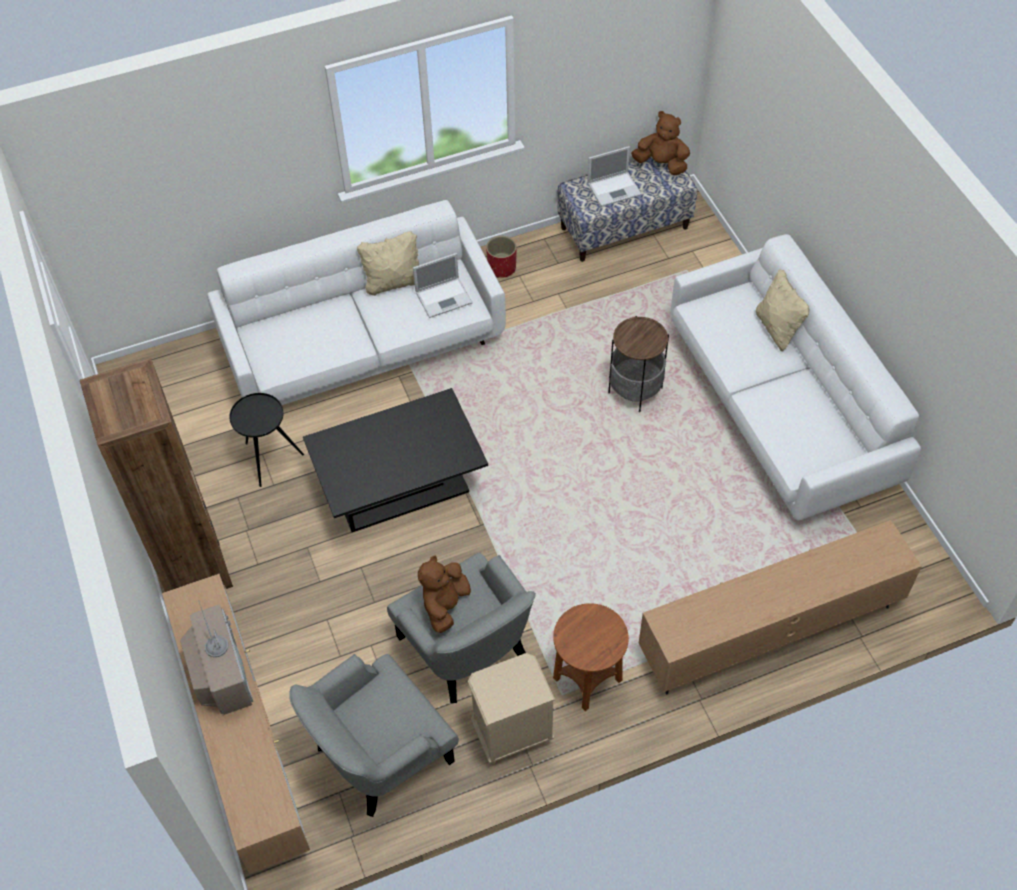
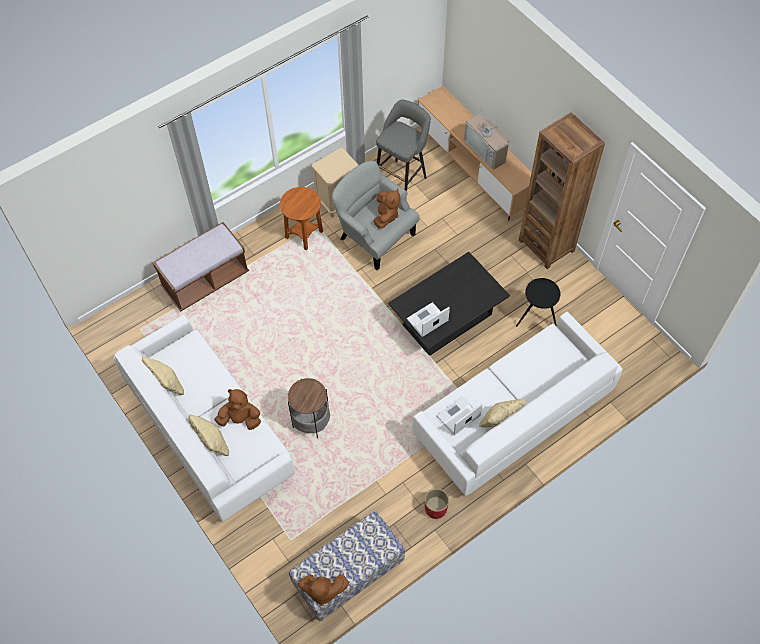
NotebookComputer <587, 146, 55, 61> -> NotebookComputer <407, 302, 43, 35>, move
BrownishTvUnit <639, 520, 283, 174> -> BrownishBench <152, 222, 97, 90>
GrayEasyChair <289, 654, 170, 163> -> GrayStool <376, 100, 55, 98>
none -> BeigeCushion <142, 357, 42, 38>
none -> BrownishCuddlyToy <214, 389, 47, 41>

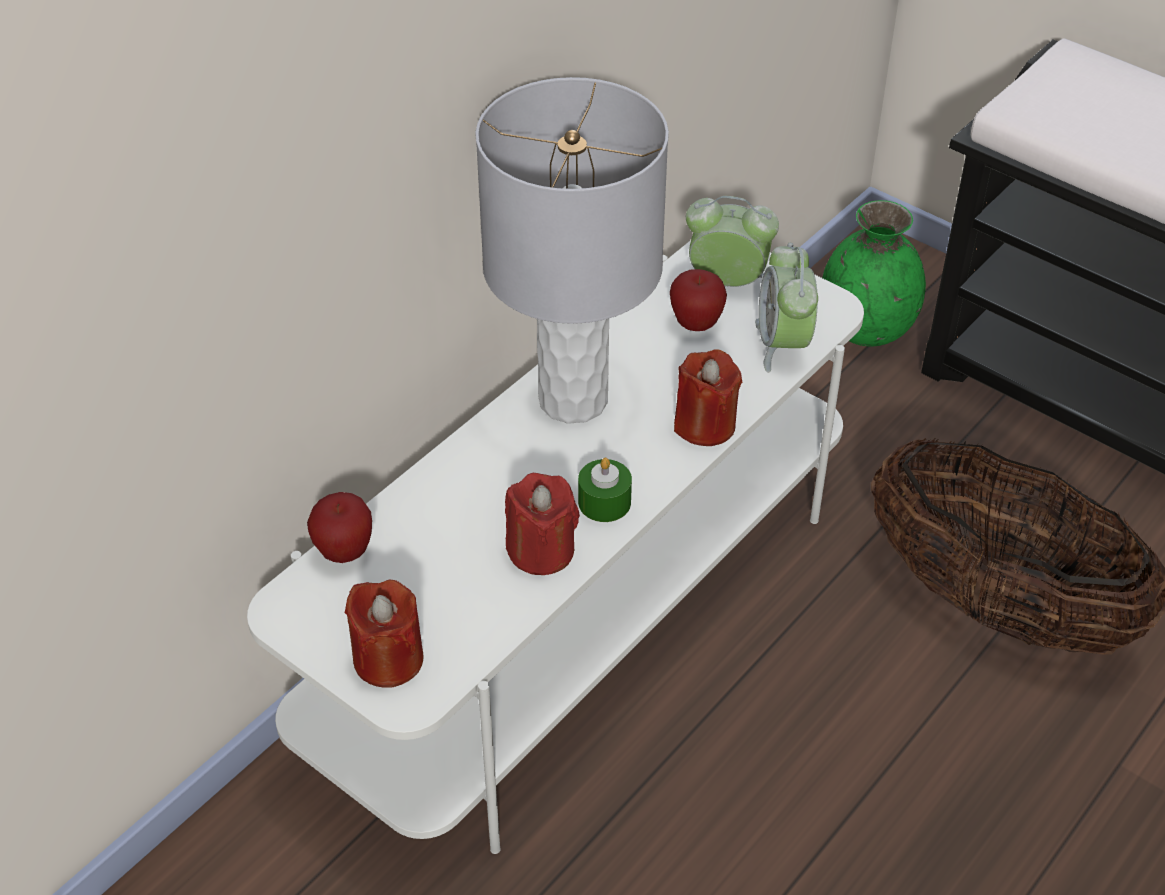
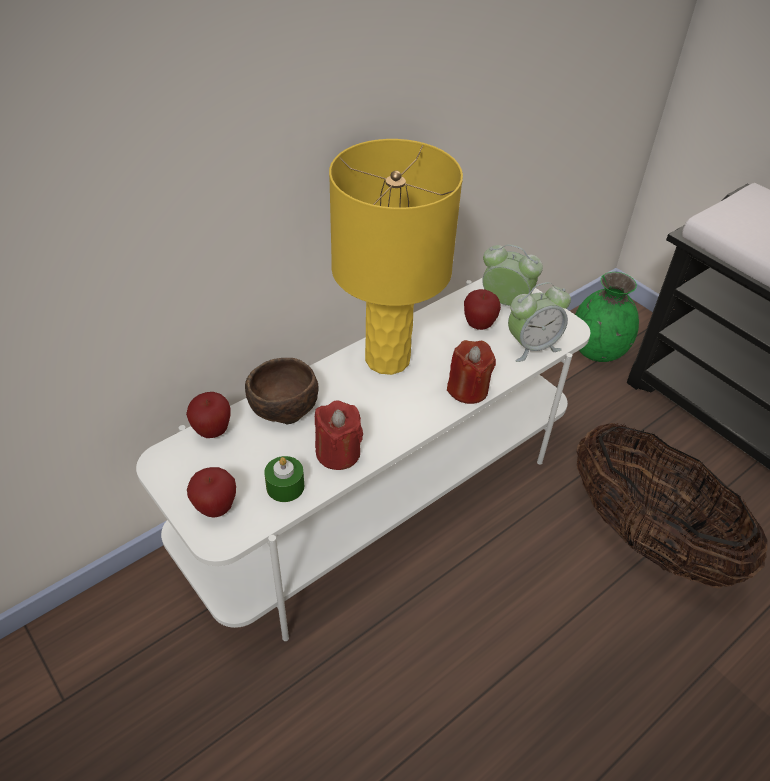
GrayTableLamp <475, 77, 194, 347> -> YellowColouredTableLamp <329, 139, 134, 236>
BedsideClock <755, 243, 63, 129> -> BedsideClock <508, 282, 63, 80>, 120 degrees counterclockwise
GreenishWaxCandle <578, 458, 54, 64> -> GreenishWaxCandle <264, 456, 40, 46>, move
RedColouredWaxCandle <345, 580, 79, 108> -> WholeApple <187, 467, 49, 51>
none -> BrownishBowl <245, 358, 73, 66>

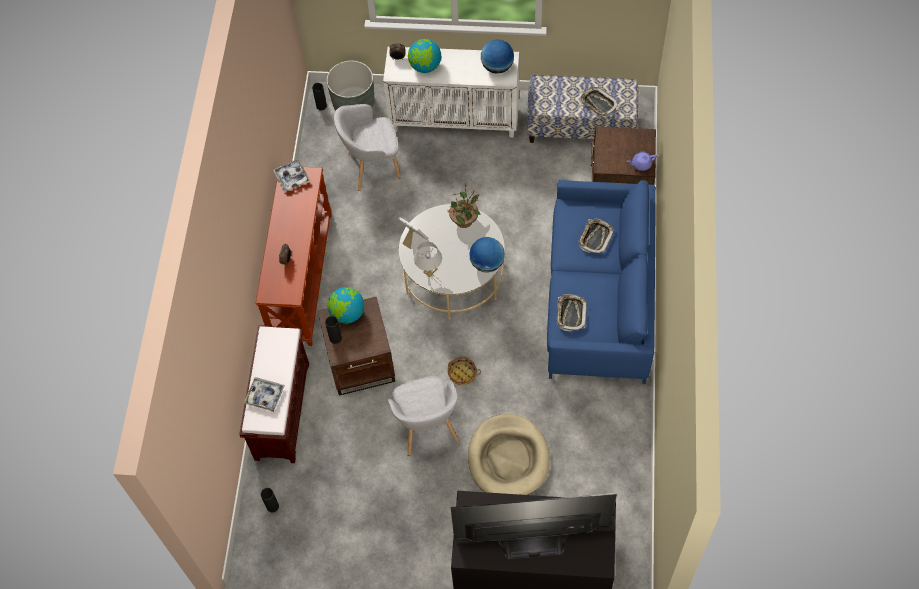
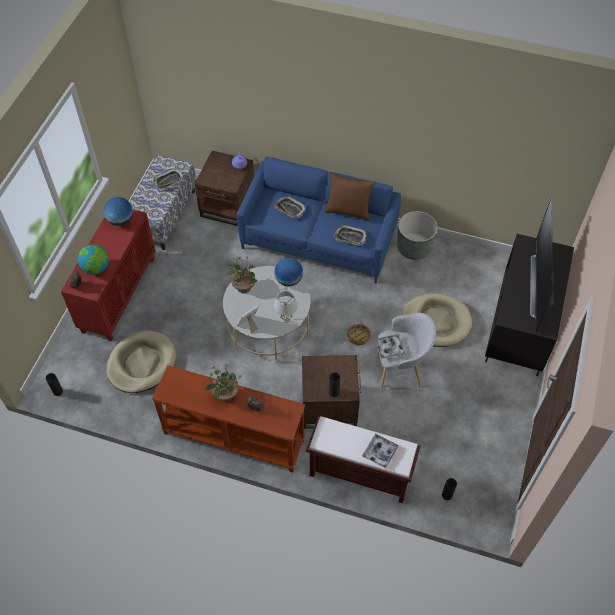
WhitishCabinet <383, 46, 136, 91> -> RedColouredCabinet <61, 209, 95, 132>
GrayFlowerPot <326, 61, 48, 50> -> GrayFlowerPot <397, 211, 41, 49>, move
GrayEasyChair <334, 104, 66, 87> -> BeigePetBed <107, 330, 69, 63>
CarryingTray <273, 159, 37, 33> -> CarryingTray <374, 334, 32, 26>, move
WorldGlobe <328, 287, 36, 37> -> none
none -> BrownishCushion <325, 172, 50, 49>
none -> Houseplant <204, 364, 37, 38>

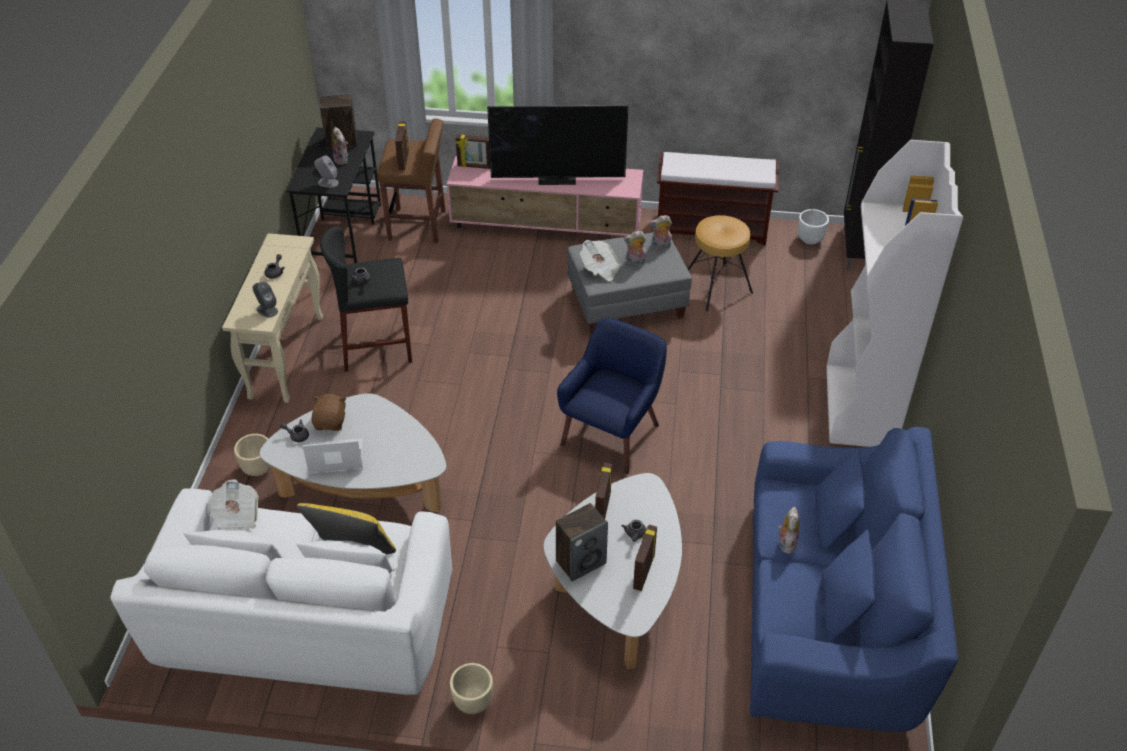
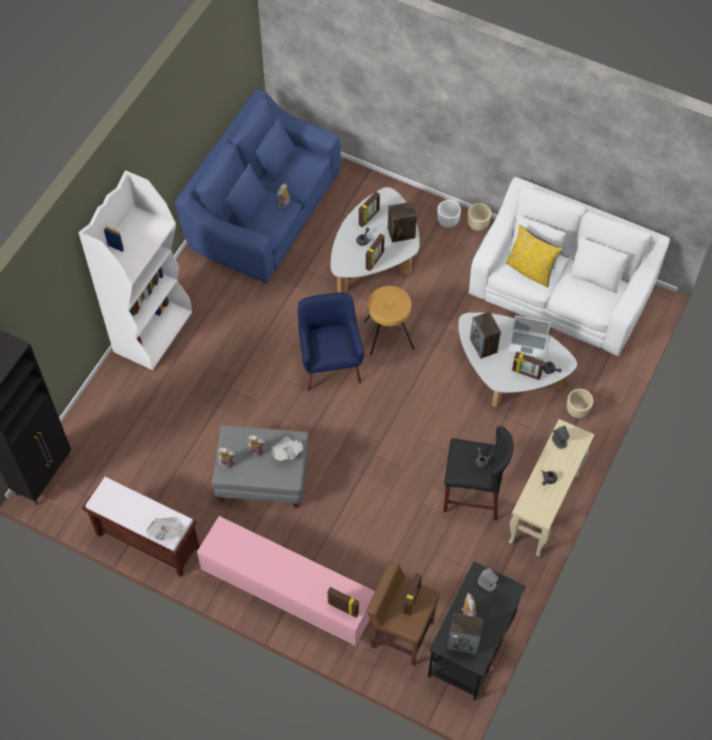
TvSet <487, 105, 141, 80> -> none
WhitishFlowerPot <798, 209, 31, 36> -> WhitishFlowerPot <437, 200, 24, 28>, move
BrownishStool <688, 215, 65, 96> -> BrownishStool <364, 286, 50, 69>, move
BluishEasyChair <557, 318, 110, 156> -> BluishEasyChair <298, 292, 66, 99>, 120 degrees clockwise
BrownishCuddlyToy <311, 394, 35, 37> -> StandingFrame <512, 352, 32, 28>
PrintedPaper <208, 479, 51, 53> -> PrintedPaper <146, 517, 36, 24>, move
none -> AudioSpeaker <470, 312, 31, 47>

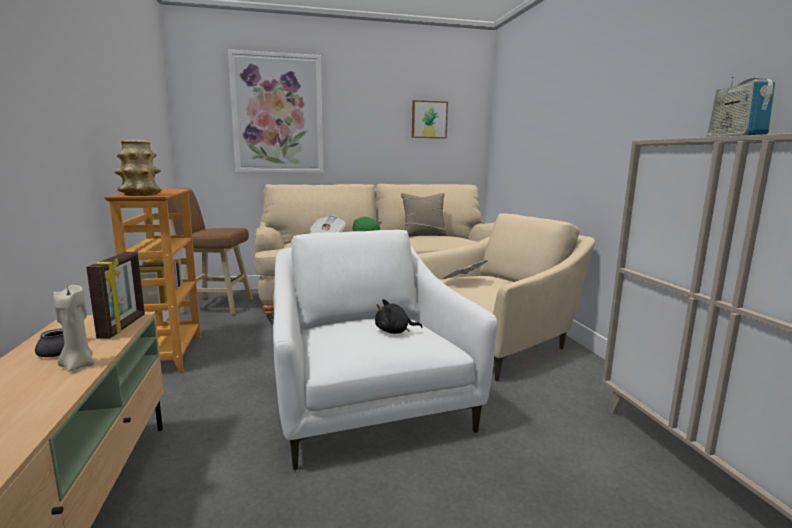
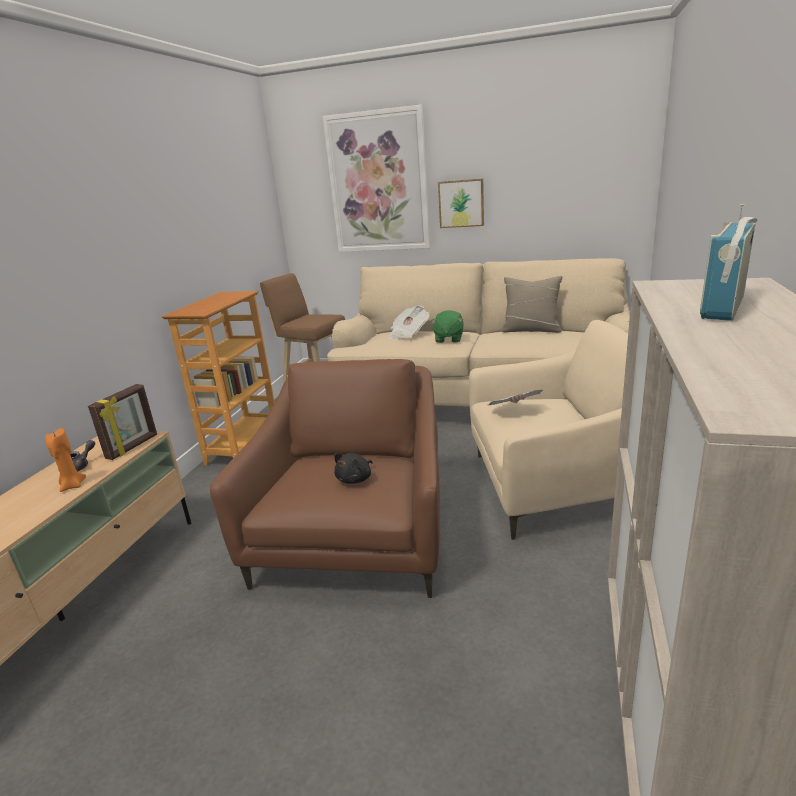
WallArt <412, 100, 36, 39> -> WallArt <438, 179, 46, 49>, move
FlowerVase <115, 140, 47, 56> -> none
WhitishEasyChair <273, 230, 224, 240> -> BrownishEasyChair <210, 359, 230, 239>
BeigeWaxCandle <53, 285, 42, 87> -> OrangeColouredWaxCandle <45, 428, 41, 64>
BlackCuddlyToy <375, 299, 48, 35> -> BlackCuddlyToy <334, 453, 39, 31>, 75 degrees counterclockwise

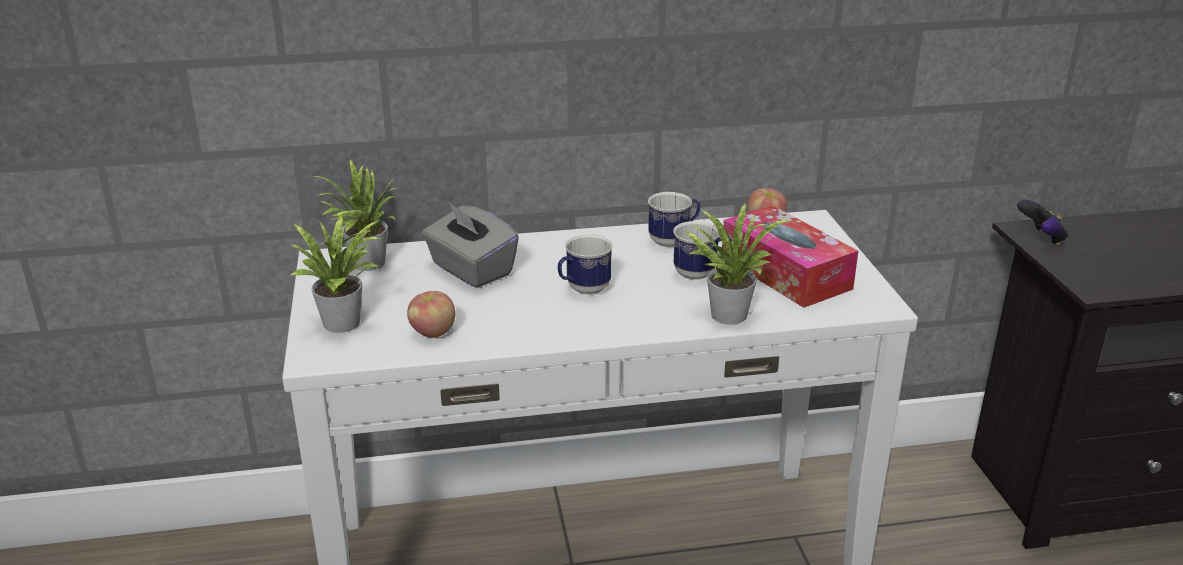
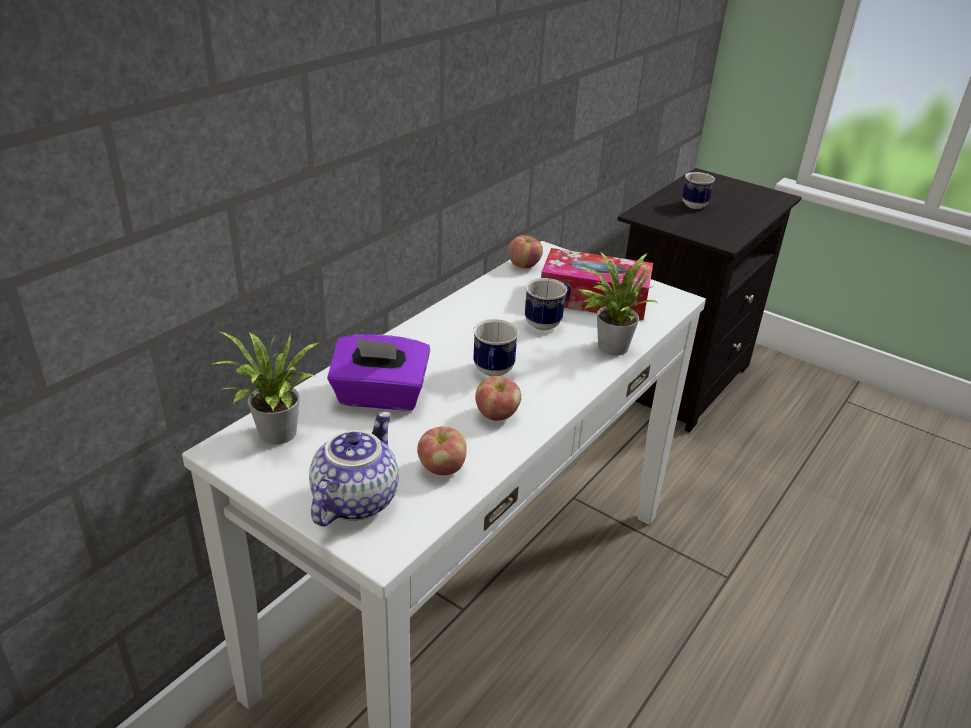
Mug <648, 192, 53, 55> -> Mug <682, 172, 33, 37>, move
Gamepad <1017, 199, 51, 46> -> none
GrayBoxOfTissues <422, 203, 97, 85> -> PurplishBoxOfTissues <327, 334, 103, 76>
Houseplant <289, 214, 92, 119> -> Teapot <309, 411, 89, 115>
none -> WholeApple <475, 376, 46, 45>

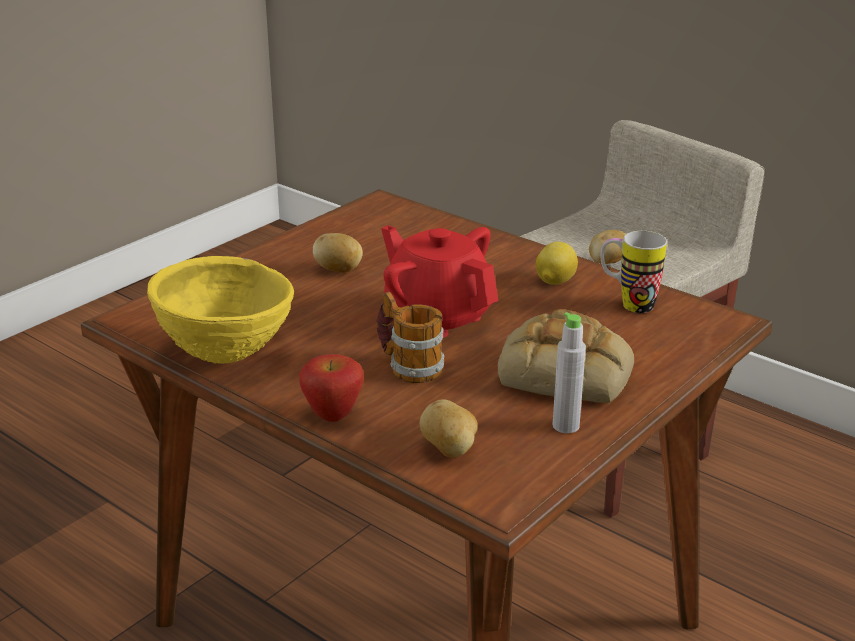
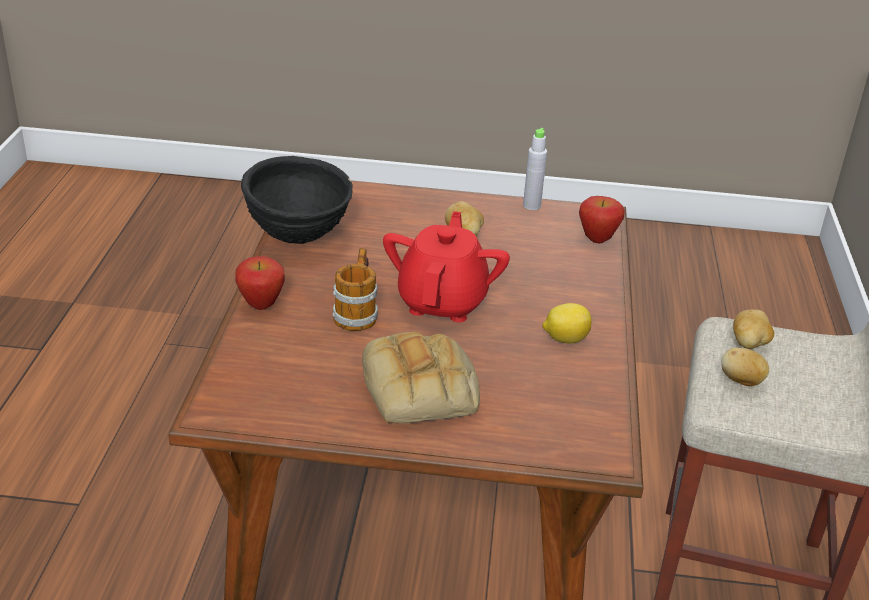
Mug <601, 231, 66, 82> -> none
YellowColouredBowl <147, 256, 147, 108> -> BlackBowl <241, 156, 112, 88>
GrayBottle <553, 312, 33, 121> -> GrayBottle <523, 128, 24, 82>, move
Spud <420, 399, 58, 59> -> Spud <733, 309, 41, 40>, move
none -> WholeApple <579, 196, 46, 47>

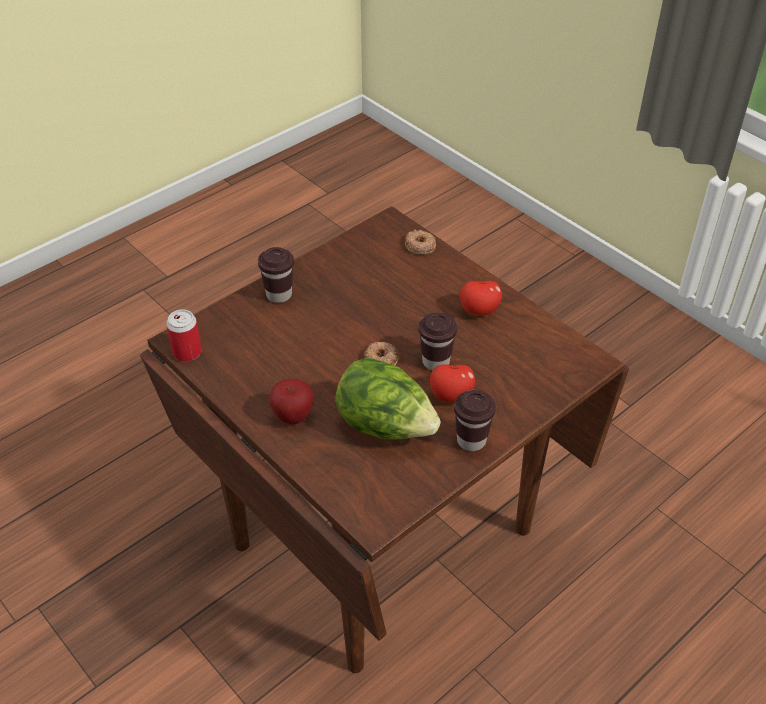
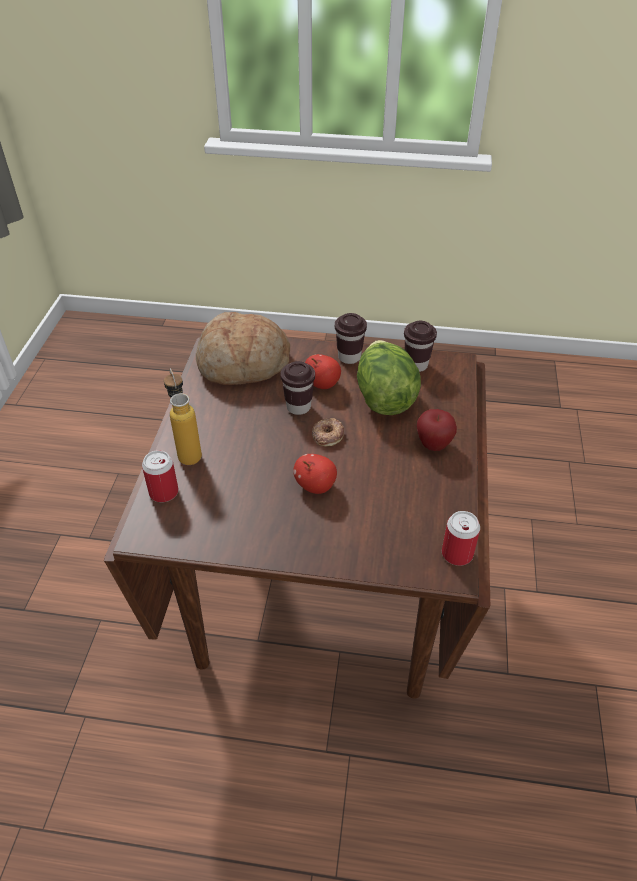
Donut <405, 229, 31, 25> -> Can <142, 450, 36, 52>
BrownishDrinkingCup <258, 247, 36, 56> -> BrownishDrinkingCup <404, 321, 33, 51>, move
WholeApple <460, 275, 42, 41> -> WholeApple <293, 454, 44, 40>, move
none -> BakeryBread <196, 312, 94, 73>
none -> Bottle <164, 368, 38, 97>

